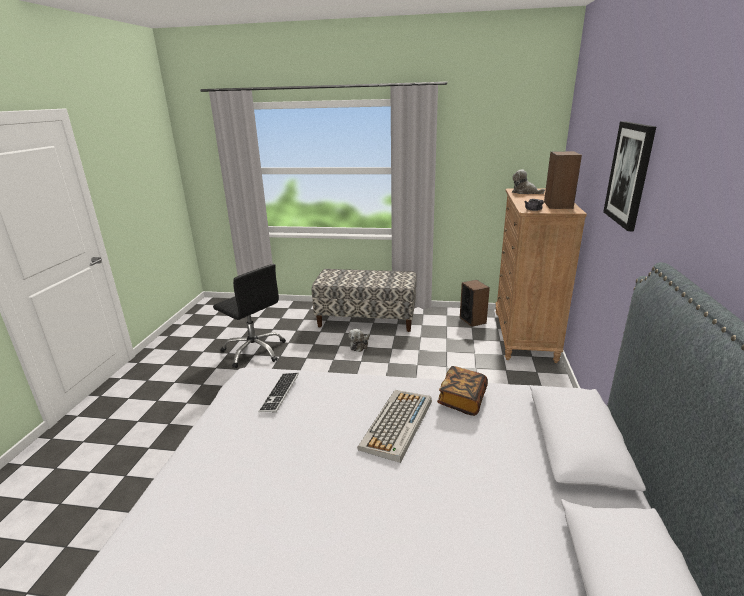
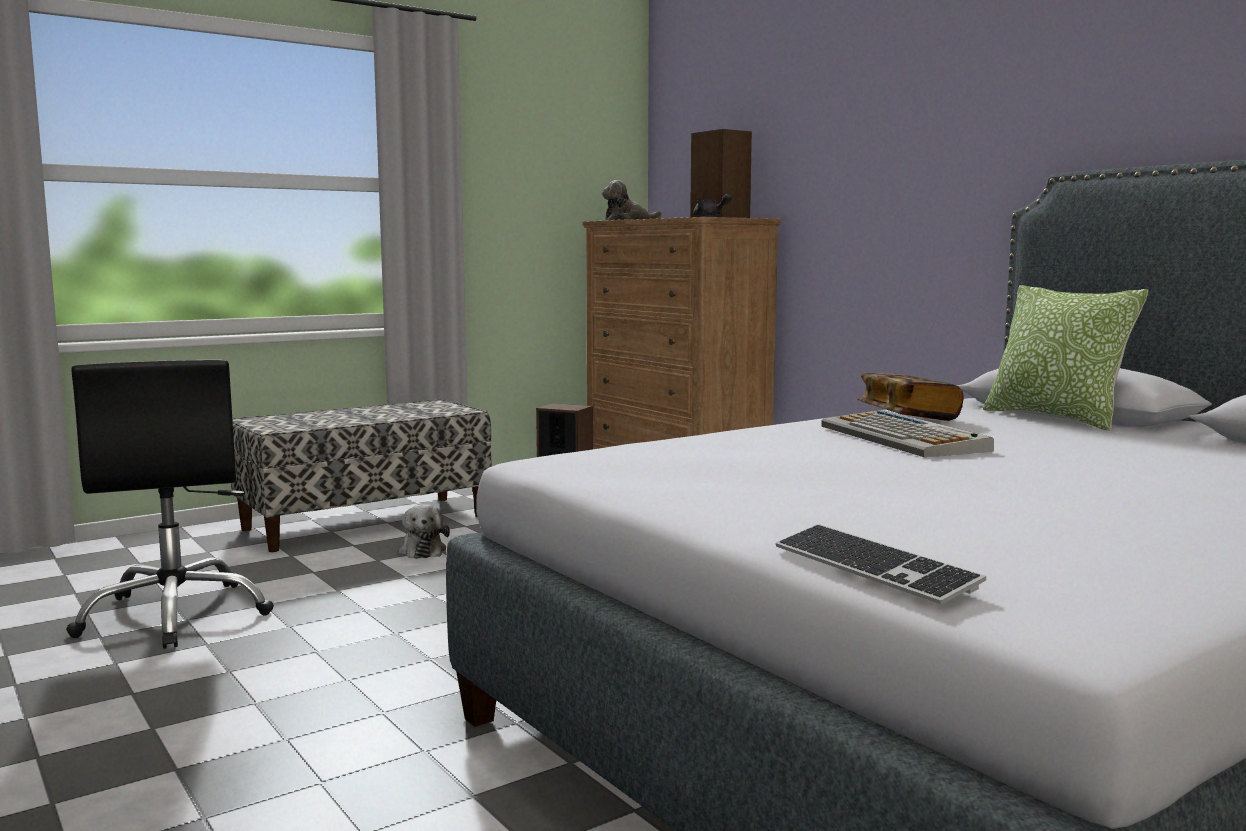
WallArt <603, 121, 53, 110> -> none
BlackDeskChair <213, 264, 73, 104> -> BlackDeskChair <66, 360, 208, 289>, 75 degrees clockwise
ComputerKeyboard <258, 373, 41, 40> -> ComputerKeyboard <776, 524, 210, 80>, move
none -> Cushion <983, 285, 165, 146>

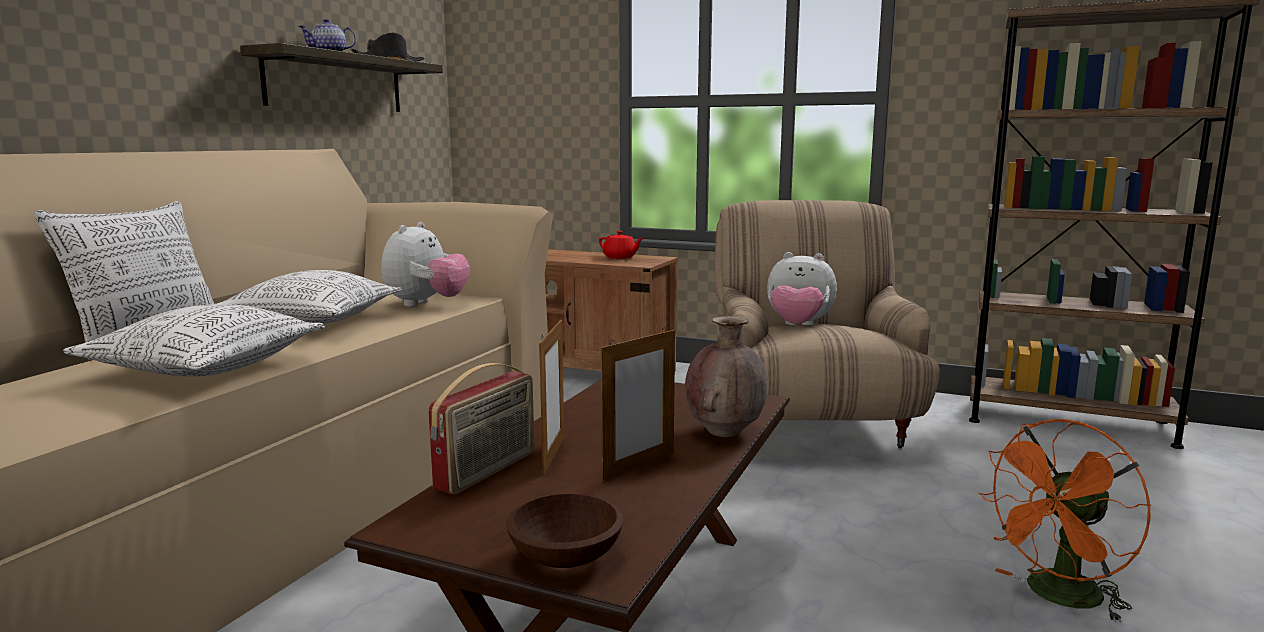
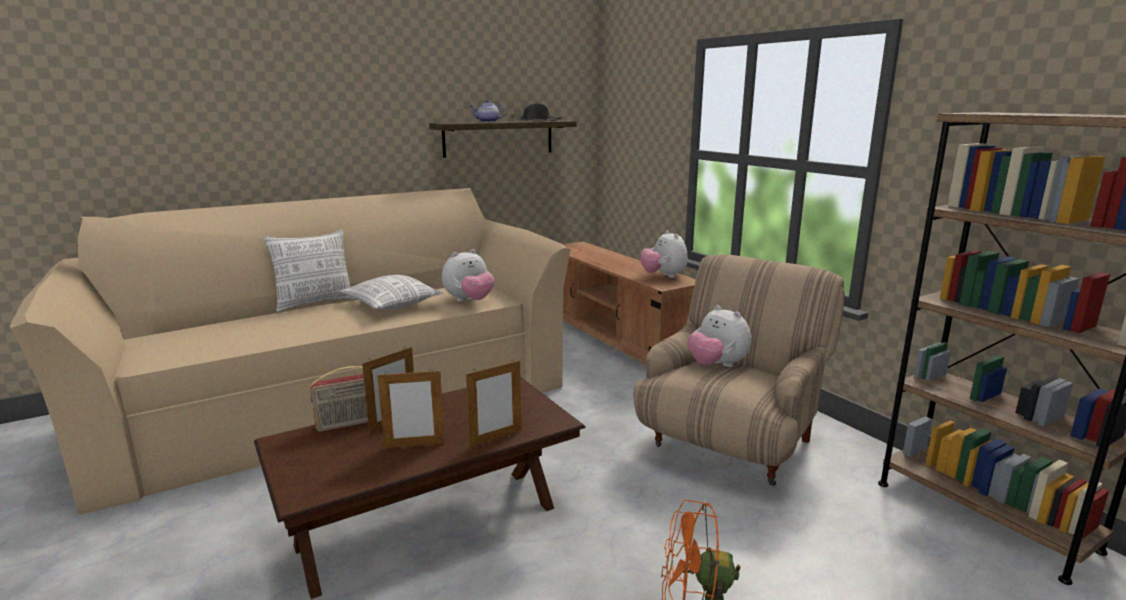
RedColouredTeapot <599, 231, 44, 28> -> CuddlyToy <640, 230, 48, 48>
Cushion <63, 304, 262, 73> -> none
BrownishFlowerVase <685, 316, 83, 121> -> StandingFrame <466, 361, 56, 86>
BrownishBowl <506, 494, 117, 74> -> none

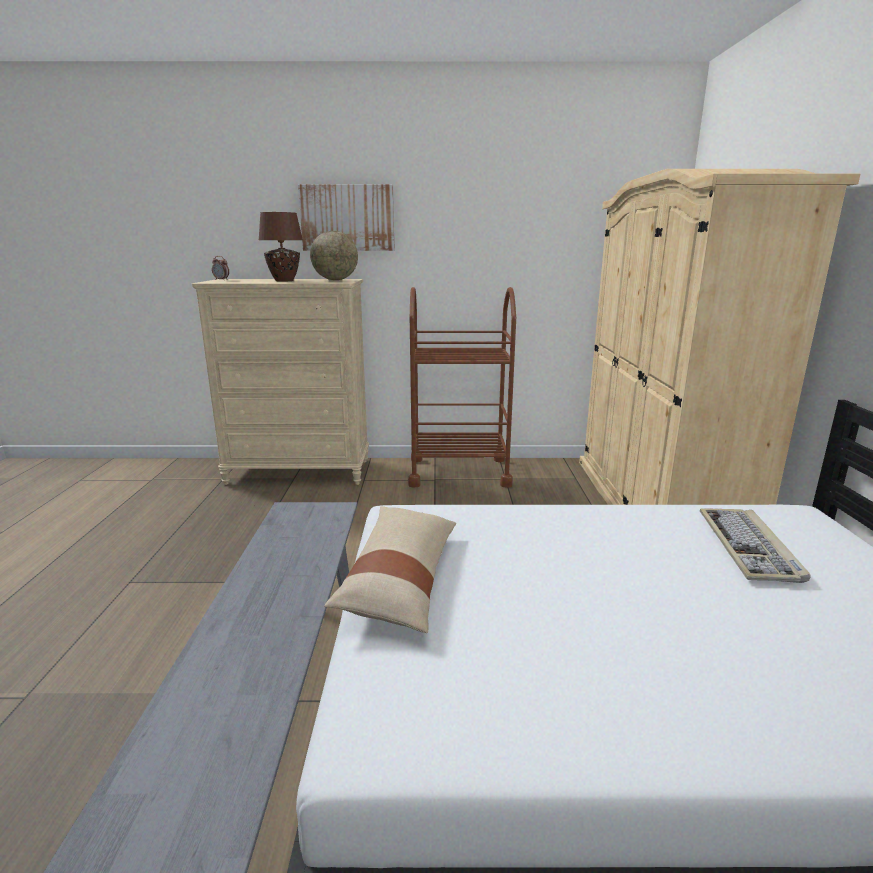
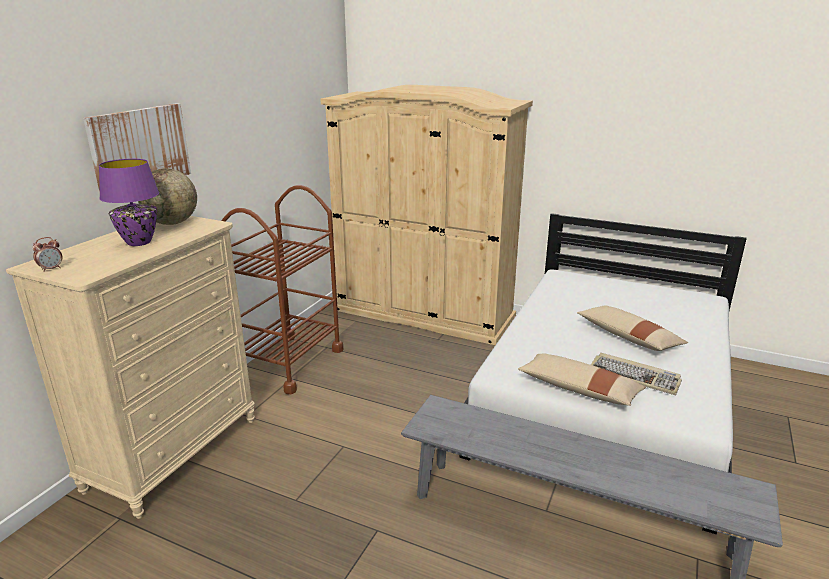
BrownishTableLamp <259, 212, 44, 69> -> PurplishTableLamp <99, 159, 60, 87>
ComputerKeyboard <700, 509, 111, 74> -> ComputerKeyboard <591, 353, 91, 42>, move
none -> BeigeCushion <577, 306, 111, 45>

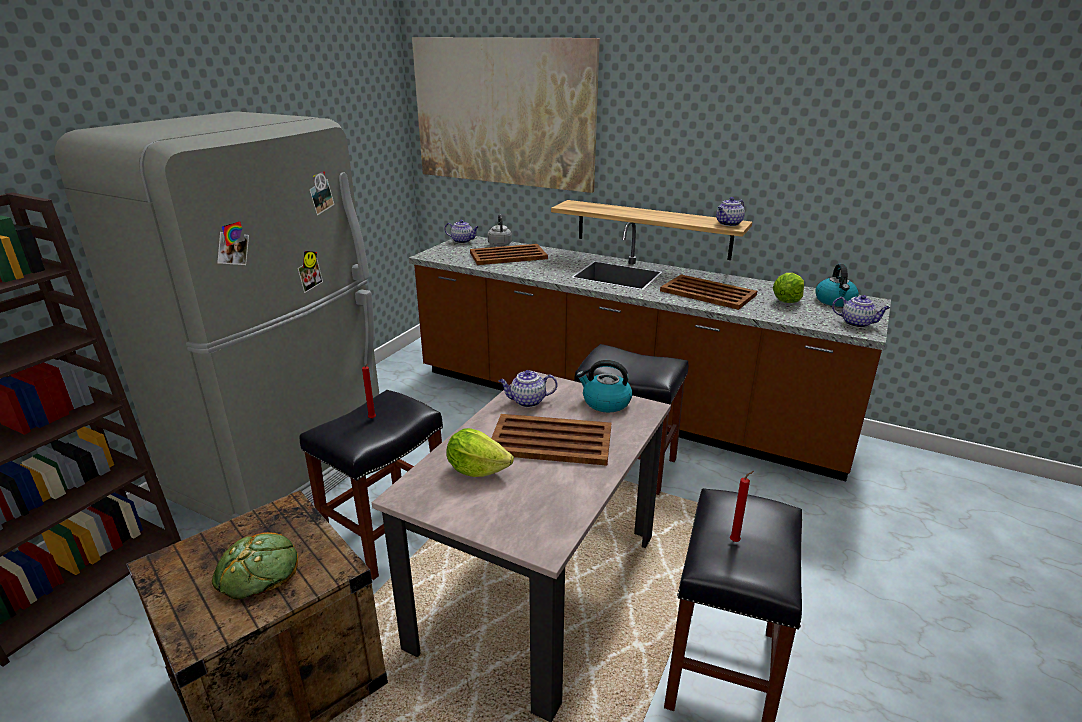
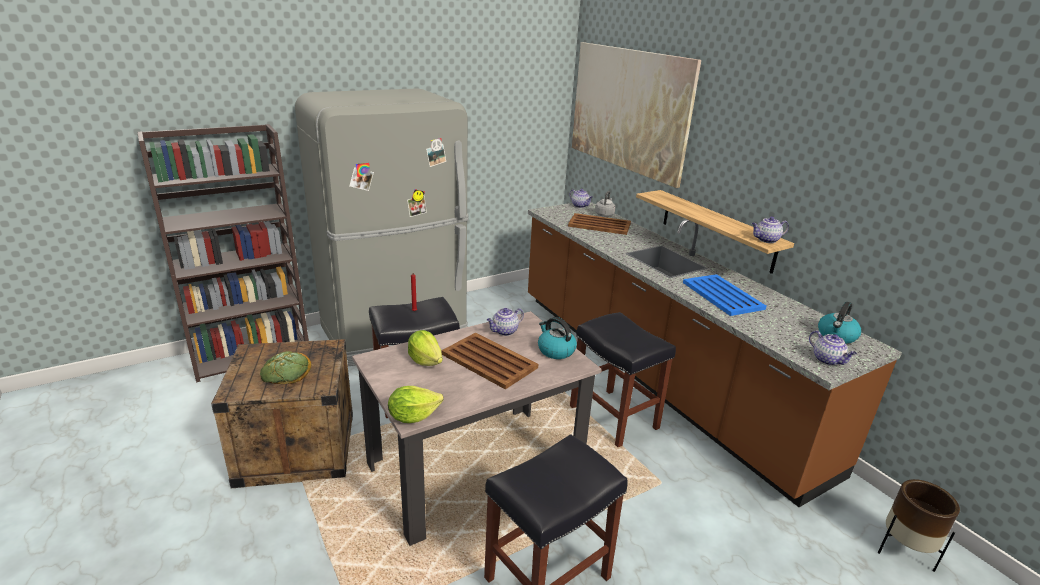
Lettuce <773, 273, 31, 30> -> Lettuce <388, 386, 56, 37>, move
BrownishCarryingTray <660, 274, 97, 36> -> BluishCarryingTray <683, 274, 83, 42>
Teapot <499, 370, 58, 37> -> Teapot <487, 308, 37, 28>, 60 degrees counterclockwise
RedColouredWaxCandle <730, 471, 24, 71> -> none
none -> BrownishFlowerPot <878, 479, 82, 93>

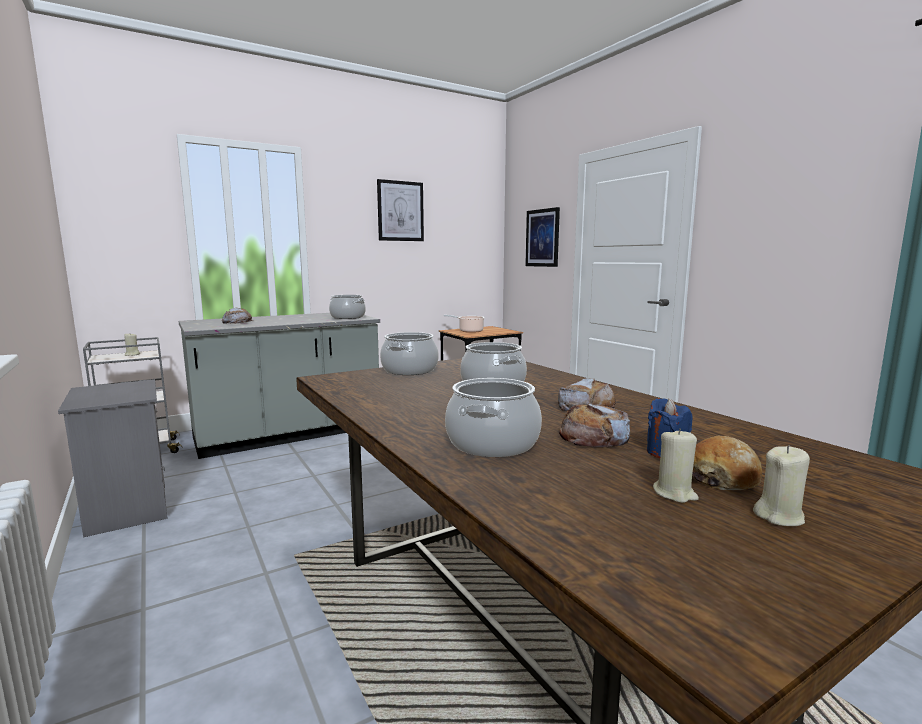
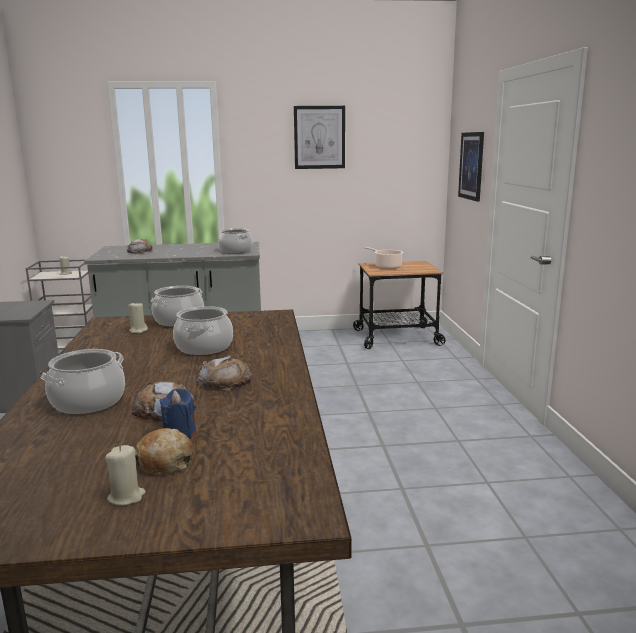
BeigeWaxCandle <653, 428, 46, 75> -> BeigeWaxCandle <128, 301, 20, 32>, move

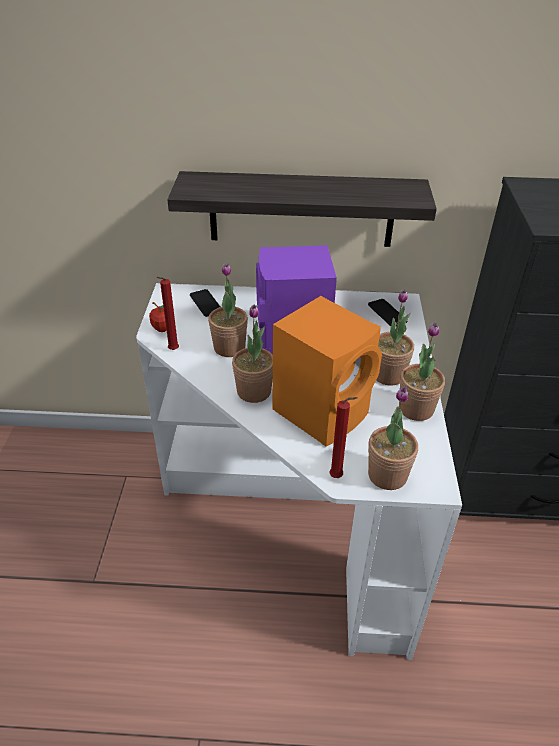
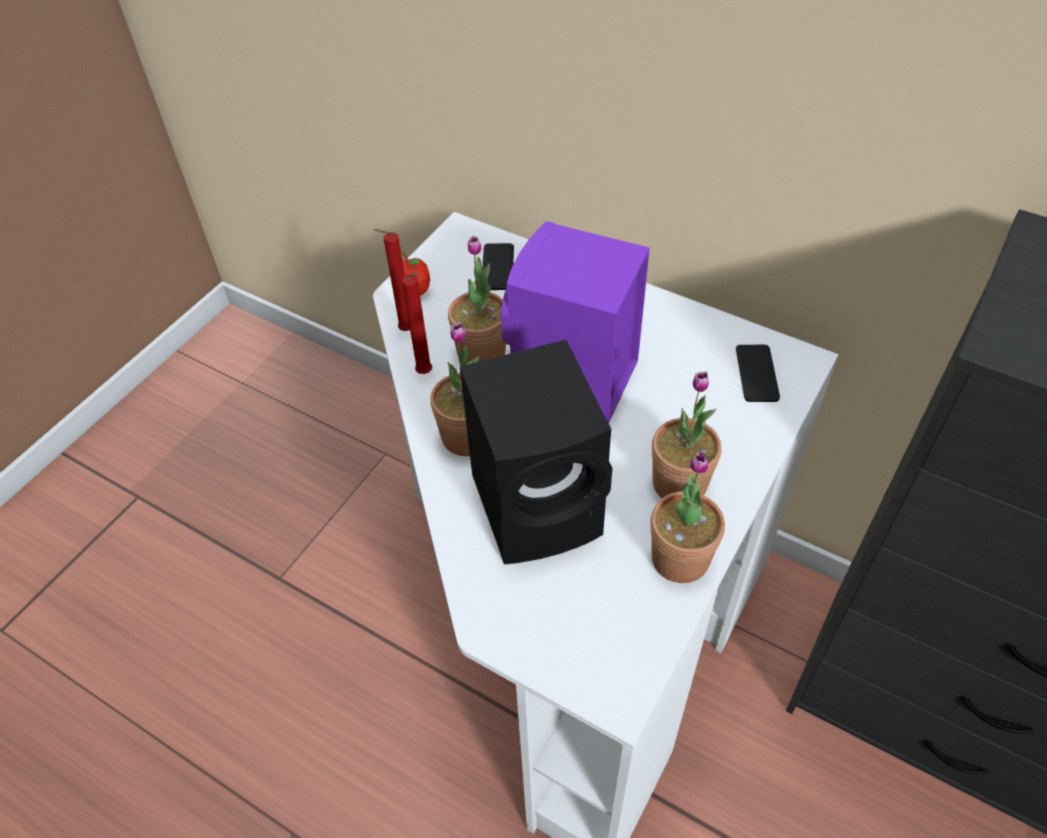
Shelf <167, 171, 270, 76> -> none
OrangeColouredAudioSpeaker <273, 296, 109, 150> -> BlackAudioSpeaker <460, 340, 152, 224>
Houseplant <368, 386, 50, 104> -> none
RedColouredWaxCandle <330, 397, 28, 81> -> RedColouredWaxCandle <402, 273, 30, 101>, move

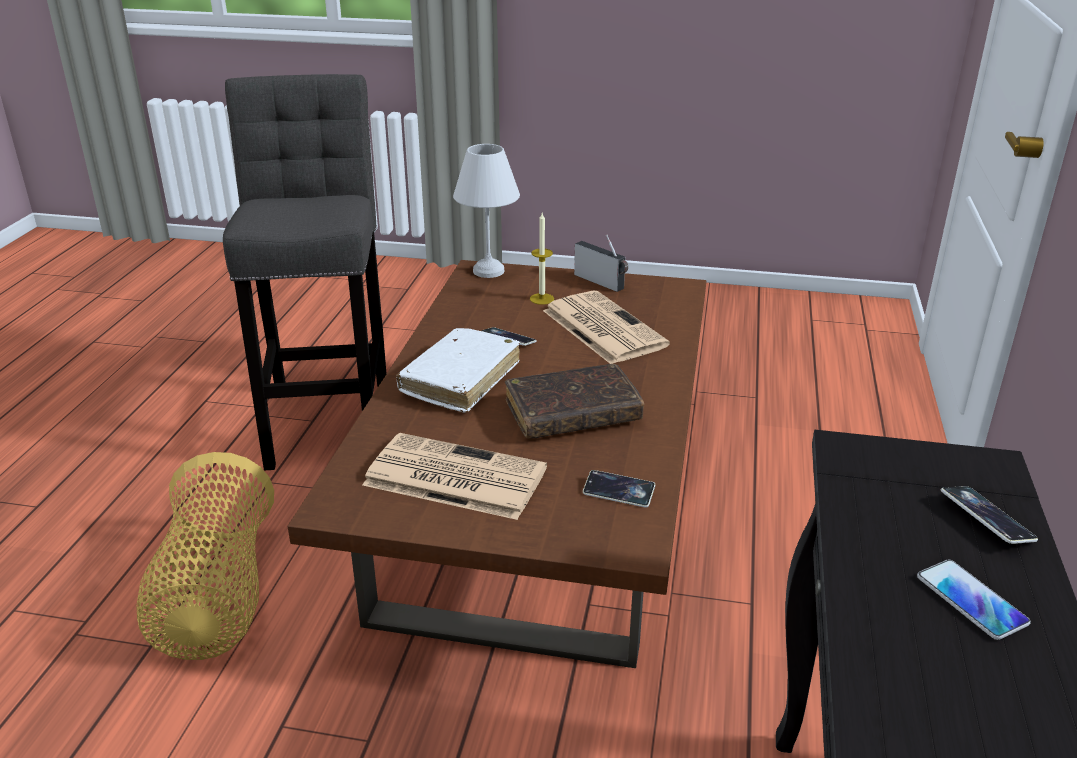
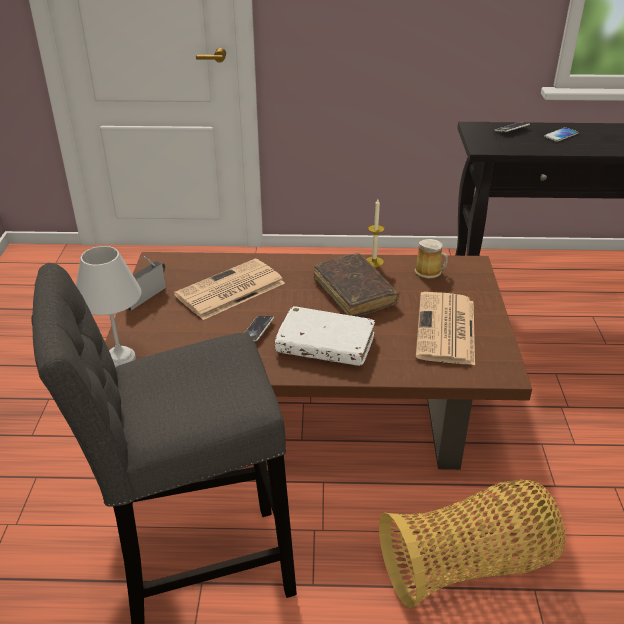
WaxCandle <530, 213, 24, 92> -> WaxCandle <366, 199, 18, 68>, move
Handset <583, 470, 72, 38> -> Mug <414, 239, 34, 39>

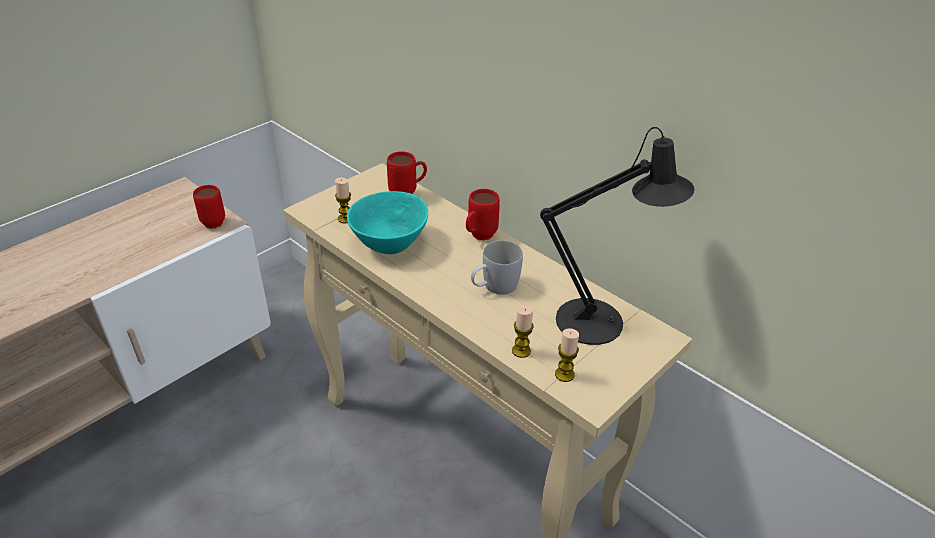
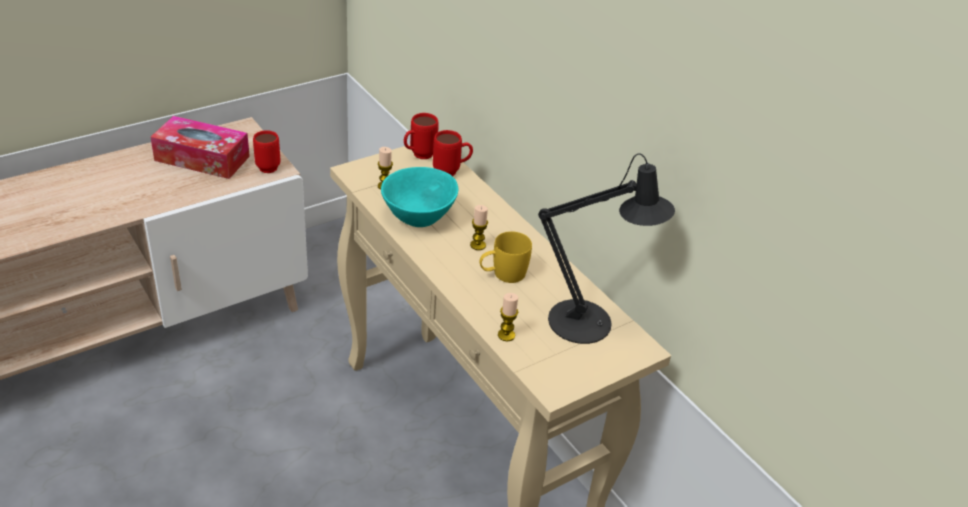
RedColouredMug <466, 189, 34, 51> -> RedColouredMug <404, 113, 35, 46>, move
WhitishMug <471, 240, 52, 55> -> YellowColouredMug <480, 231, 52, 52>
WaxCandle <555, 328, 24, 54> -> WaxCandle <470, 205, 18, 45>, move
none -> BoxOfTissues <150, 116, 100, 63>

